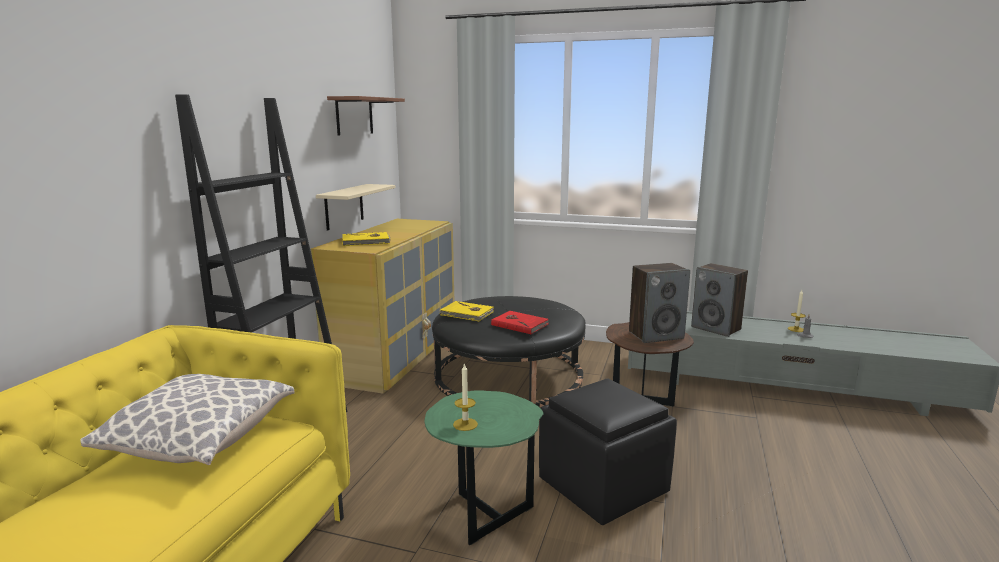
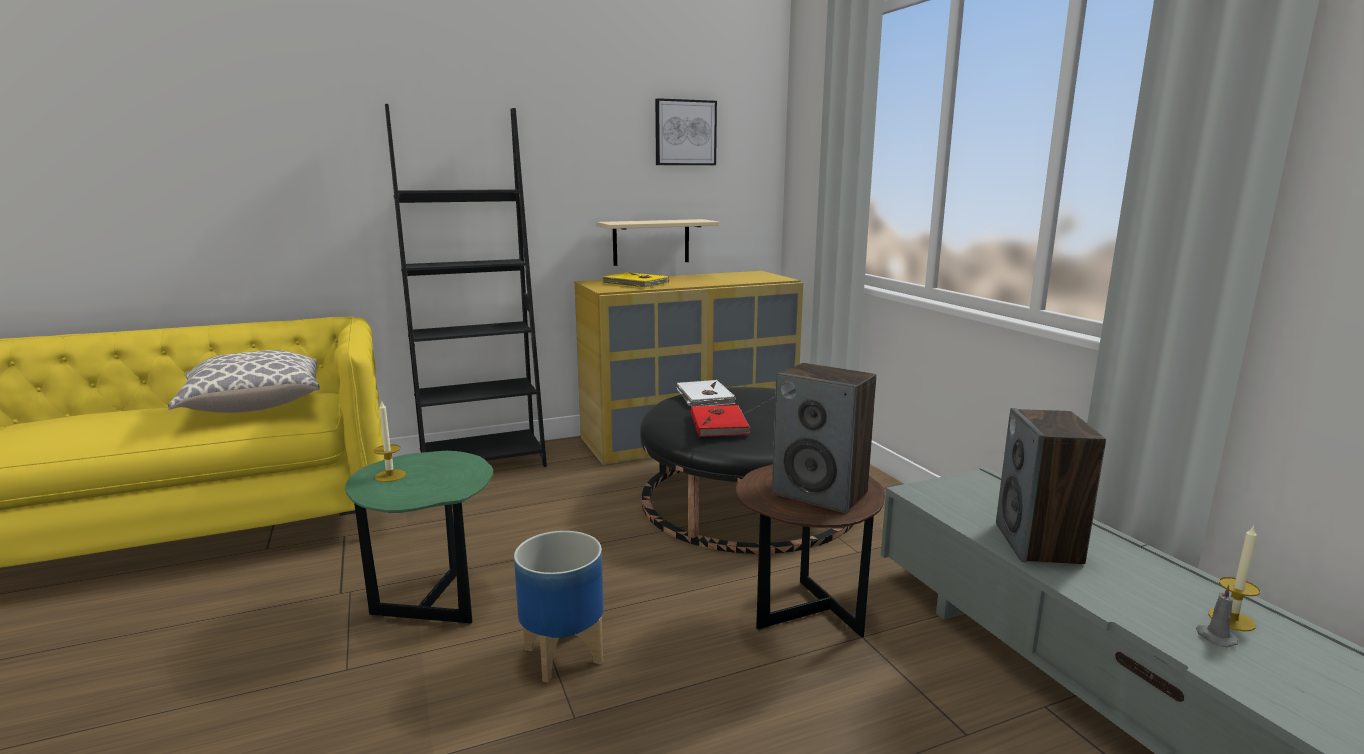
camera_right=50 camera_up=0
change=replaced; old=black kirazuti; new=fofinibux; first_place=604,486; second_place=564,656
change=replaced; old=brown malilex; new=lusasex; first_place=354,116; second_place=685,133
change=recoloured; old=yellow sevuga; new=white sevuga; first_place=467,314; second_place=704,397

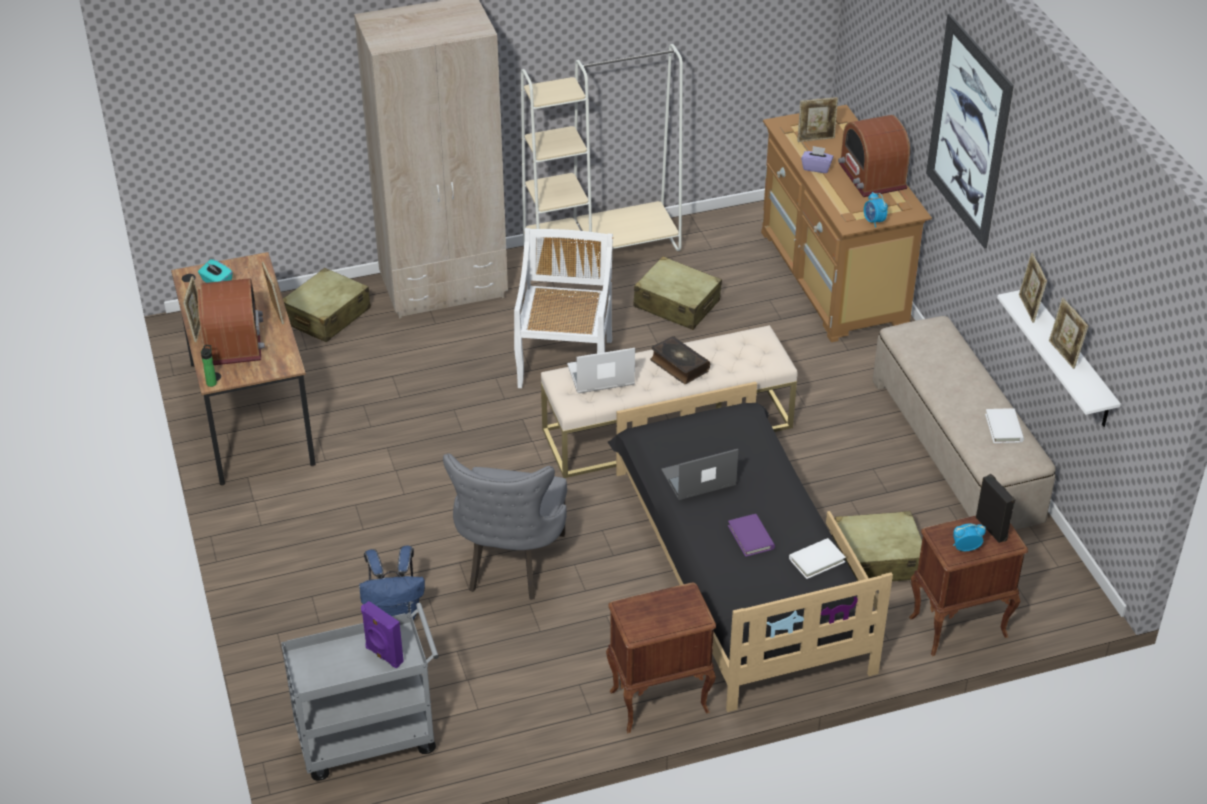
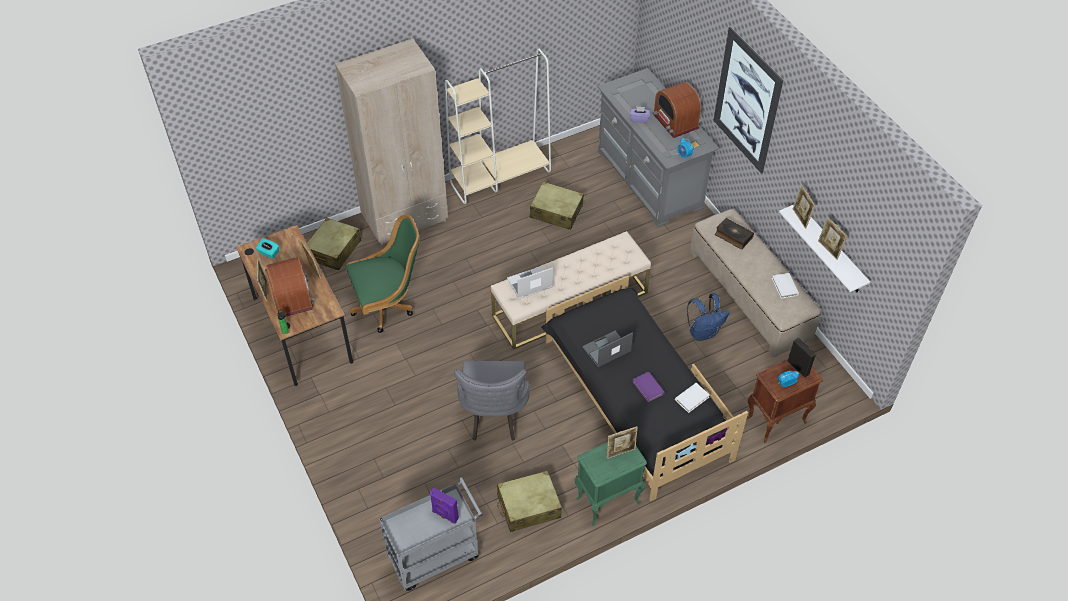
camera_right=-10 camera_up=10
change=added; new=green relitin; second_place=388,306
change=moved; old=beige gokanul; first_place=876,559; second_place=528,506
change=recoloured; old=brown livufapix; new=green livufapix; first_place=658,702; second_place=607,501
change=recoloured; old=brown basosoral; new=grey basosoral; first_place=833,278; second_place=649,180
change=moved; old=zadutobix; first_place=816,139; second_place=620,452
change=moved; old=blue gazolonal; first_place=395,615; second_place=703,332
change=moved; old=sevuga; first_place=679,366; second_place=733,236
change=removed; old=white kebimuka; first_place=565,362

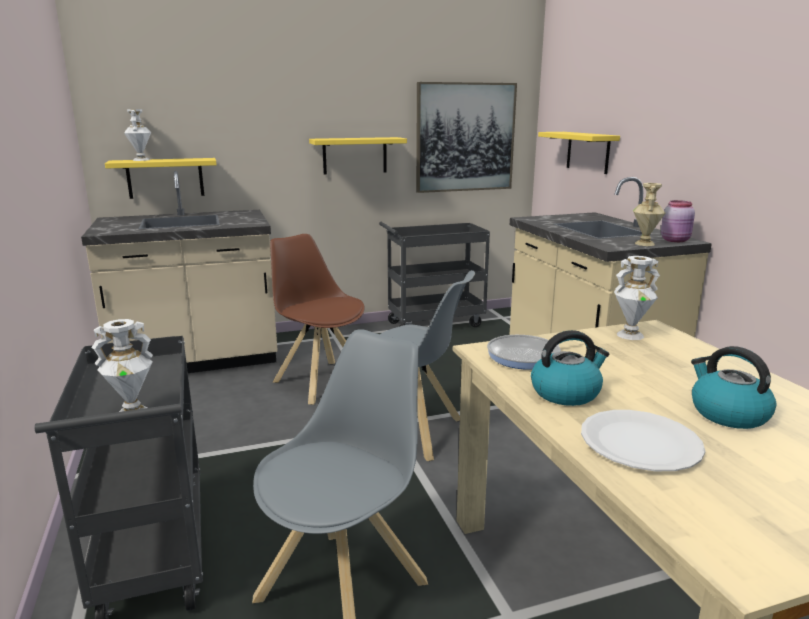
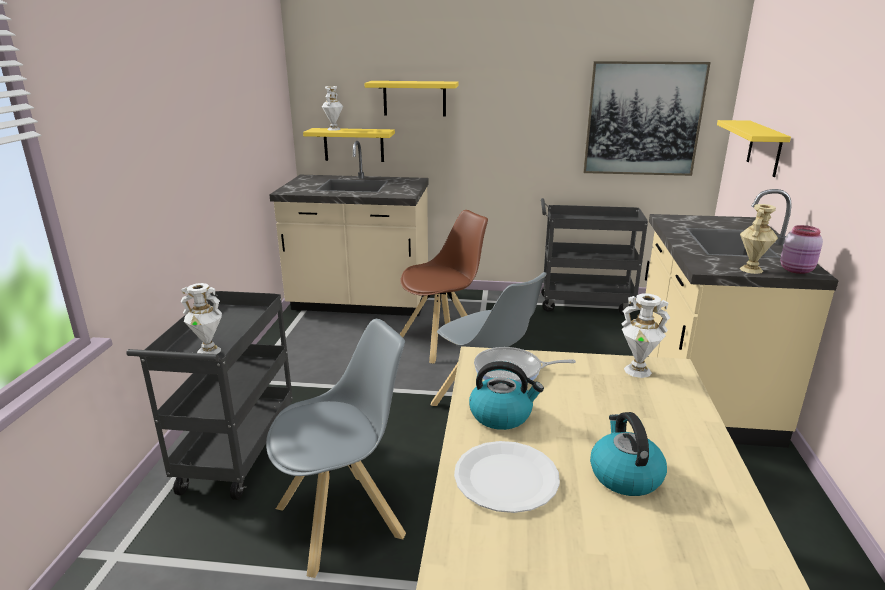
camera_right=25 camera_up=5
change=moved; old=yellow malilex; first_place=355,155; second_place=414,98
change=turned; old=brown kebimuka; first_place=321,380; second_place=443,341; degrees=75

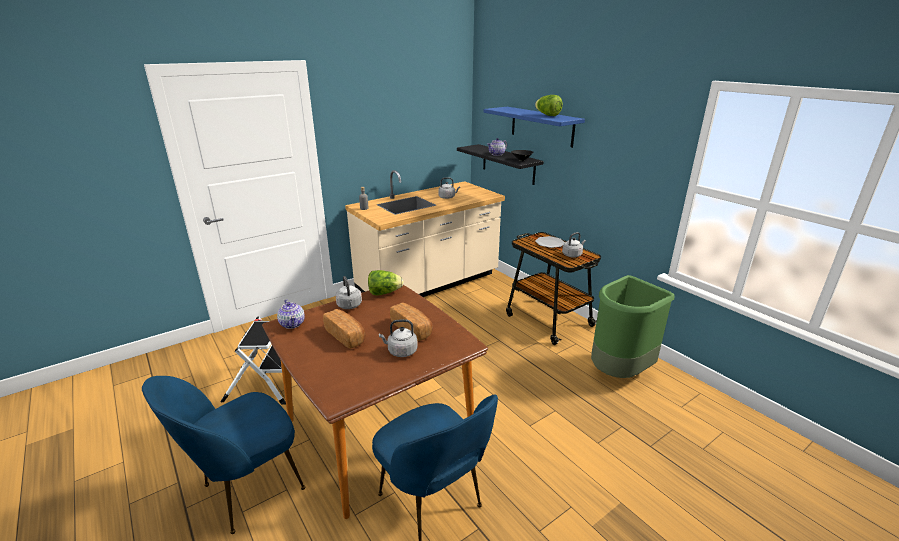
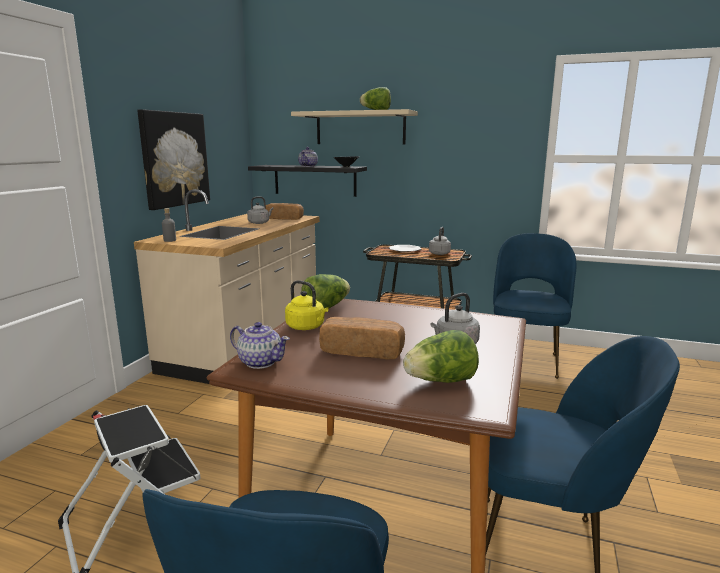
camera_right=-35 camera_up=-10
change=added; new=lusasex; second_place=174,159
change=moved; old=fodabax; first_place=412,329; second_place=284,218
change=recoloured; old=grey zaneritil; new=yellow zaneritil; first_place=349,306; second_place=307,327
change=recoloured; old=blue malilex; new=beige malilex; first_place=541,126; second_place=360,128
change=added; new=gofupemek; second_place=441,381
change=replaced; old=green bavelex; new=blue kebimuka; first_place=619,372; second_place=526,359

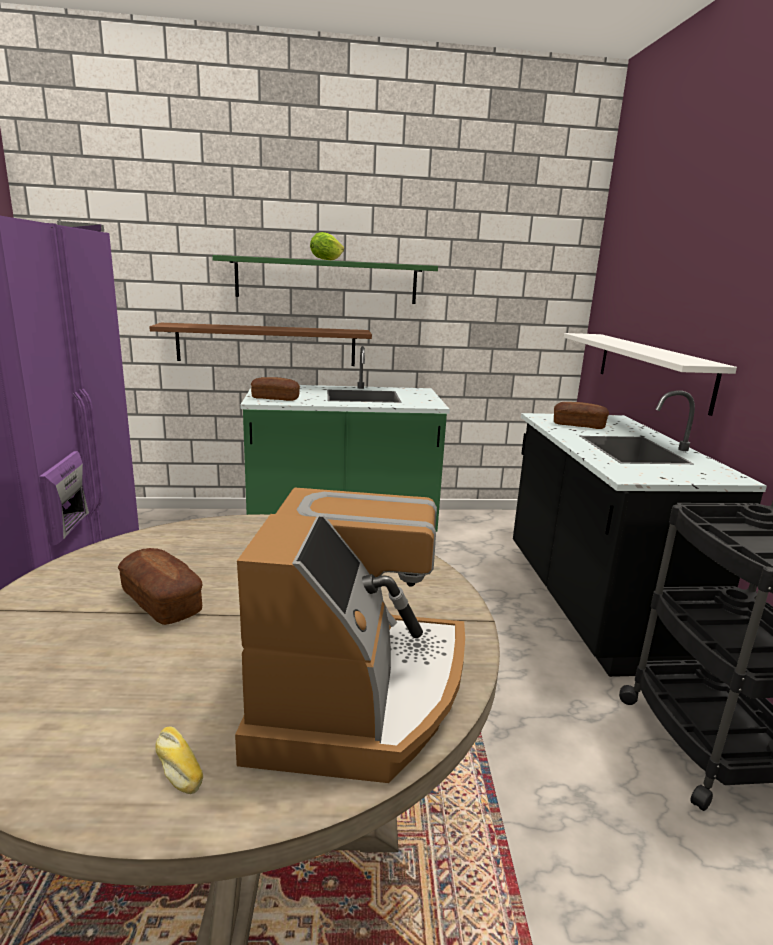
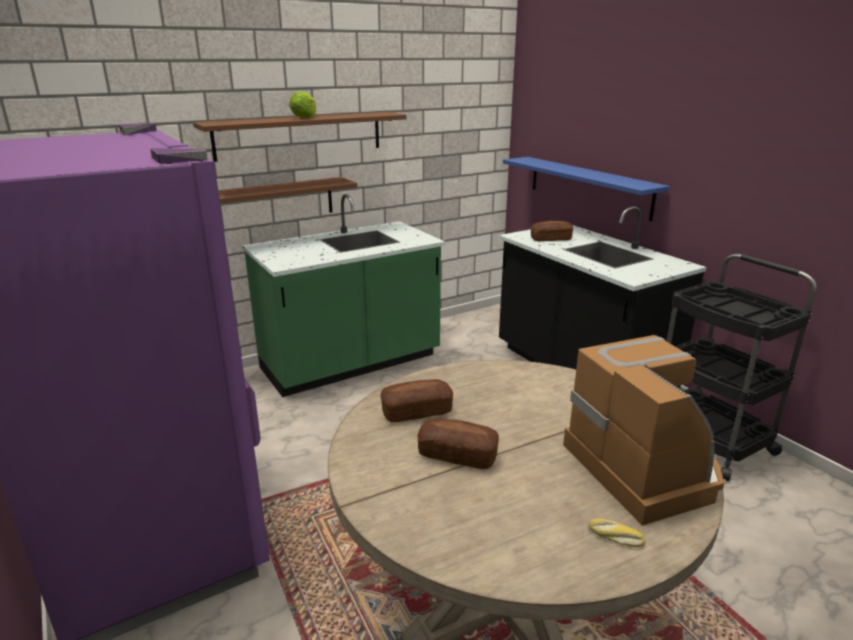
camera_right=-25 camera_up=5
change=recoloured; old=green malilex; new=brown malilex; first_place=327,280; second_place=300,135
change=moved; old=fodabax; first_place=275,398; second_place=416,412
change=recoloured; old=white malilex; new=blue malilex; first_place=651,369; second_place=588,186

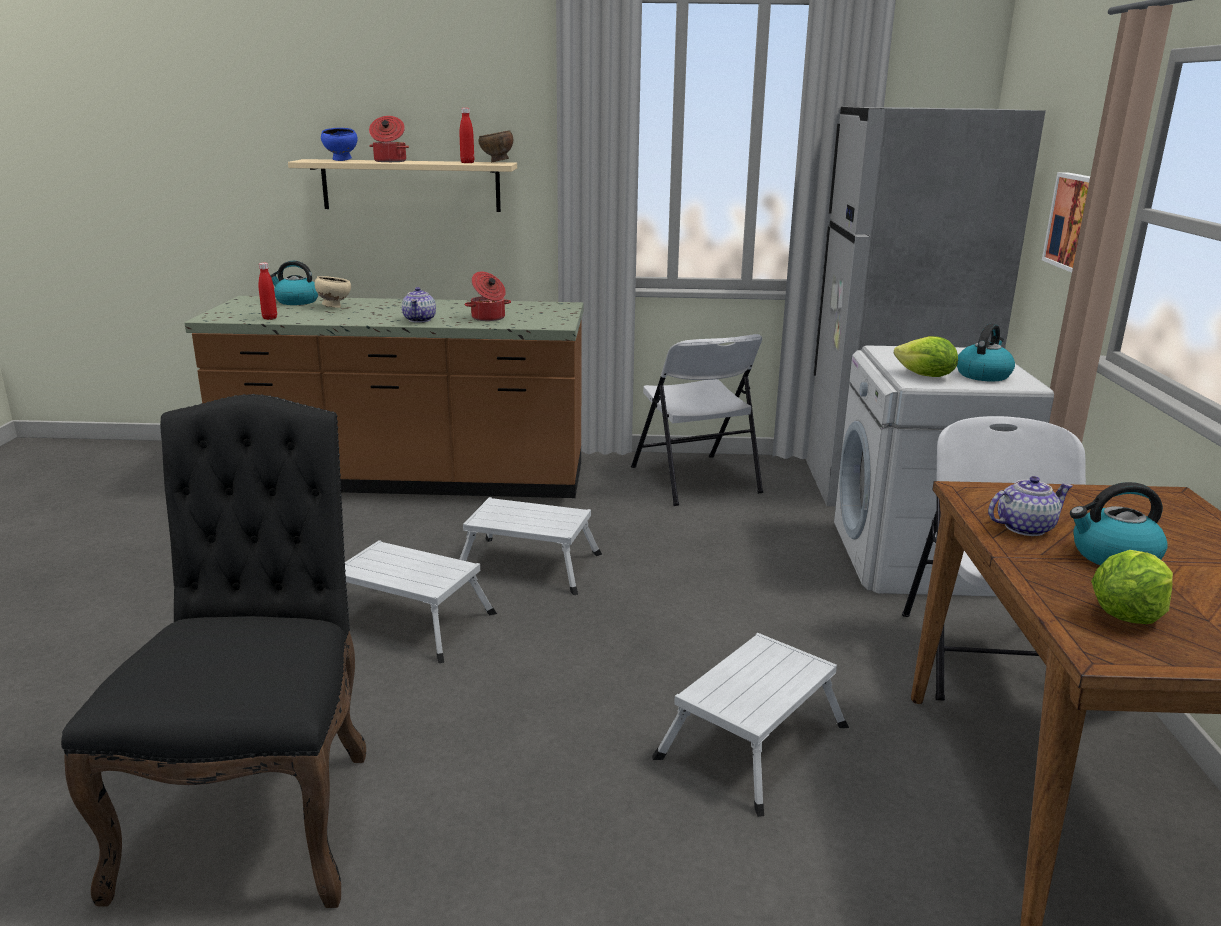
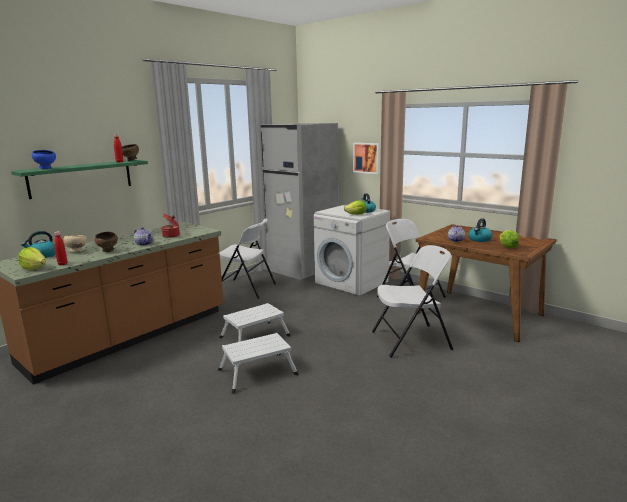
camera_right=-50 camera_up=-5
change=recoloured; old=beige malilex; new=green malilex; first_place=411,185; second_place=81,178
change=added; new=gofupemek; second_place=34,268
change=added; new=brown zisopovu; second_place=108,251
change=replaced; old=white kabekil; new=white kebimuka; first_place=752,742; second_place=411,340
change=removed; old=black kebimuka; first_place=260,818
change=removed; old=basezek; first_place=389,161

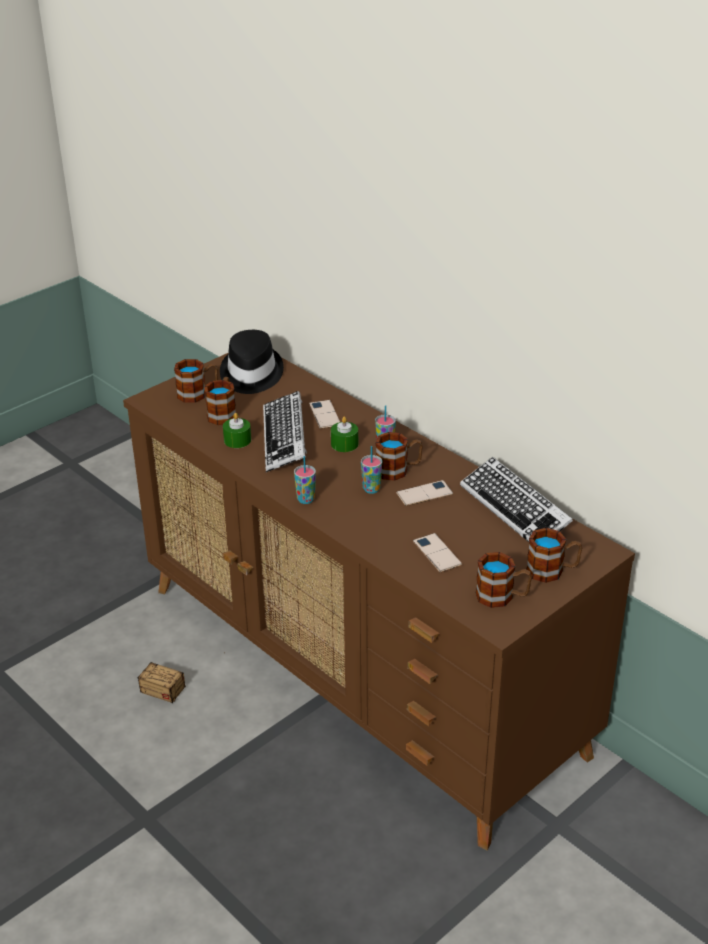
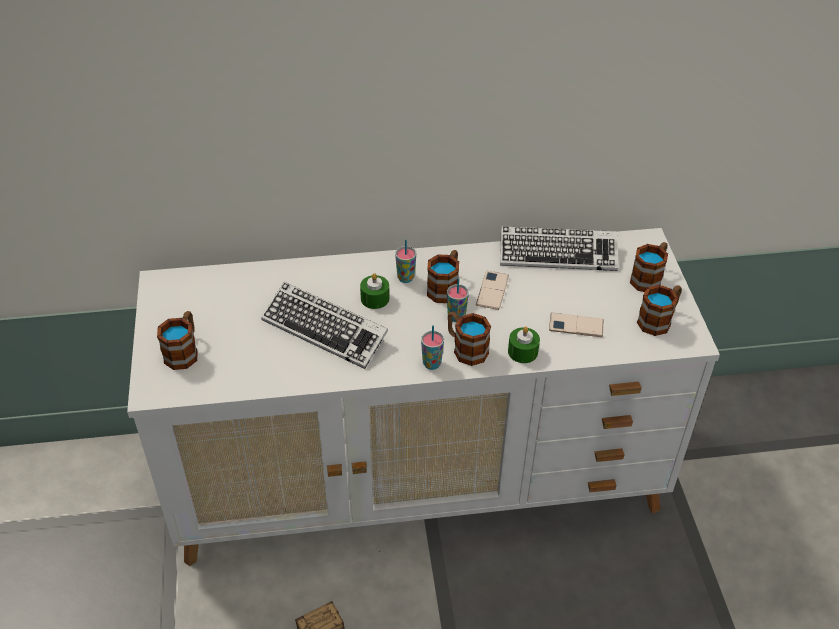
camera_right=-55 camera_up=10
change=recoloured; old=brown basosoral; new=white basosoral; first_place=358,667; second_place=417,475
change=moved; old=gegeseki; first_place=223,413; second_place=465,348
change=moved; old=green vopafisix; first_place=237,440; second_place=523,352
change=removed; old=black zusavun; first_place=250,374
change=removed; old=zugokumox; first_place=324,415

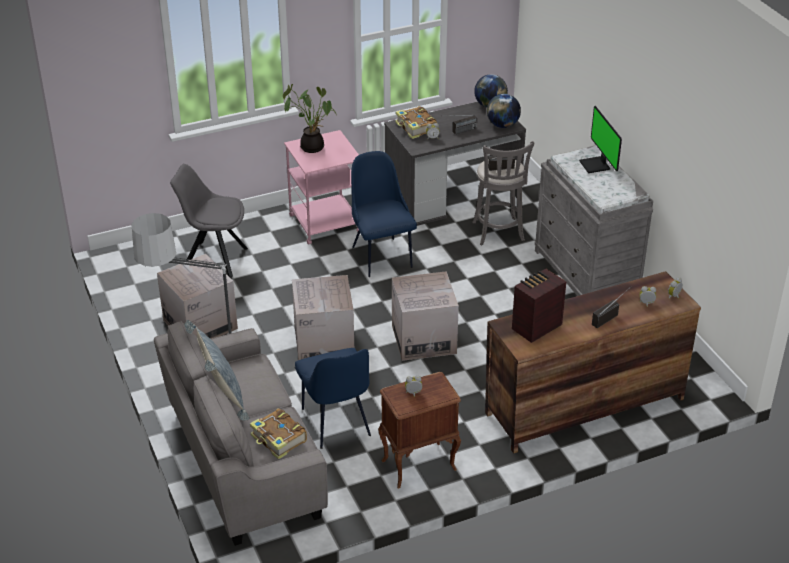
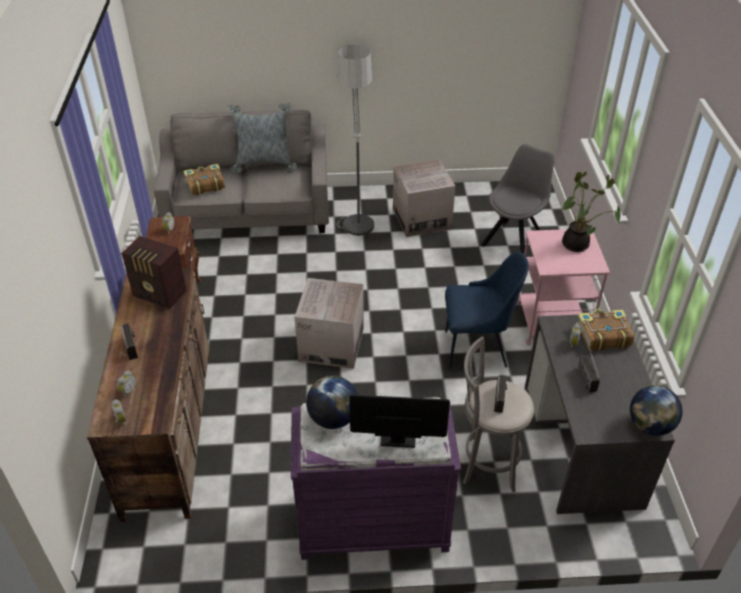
camera_right=110 camera_up=5
change=turned; old=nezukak; first_place=535,327; second_place=160,295; degrees=135
change=recoloured; old=grey basosoral; new=purple basosoral; first_place=586,274; second_place=372,522
change=moved; old=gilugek; first_place=502,125; second_place=333,418
change=removed; old=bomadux; first_place=324,342
change=removed; old=blue kebimuka; first_place=337,422

